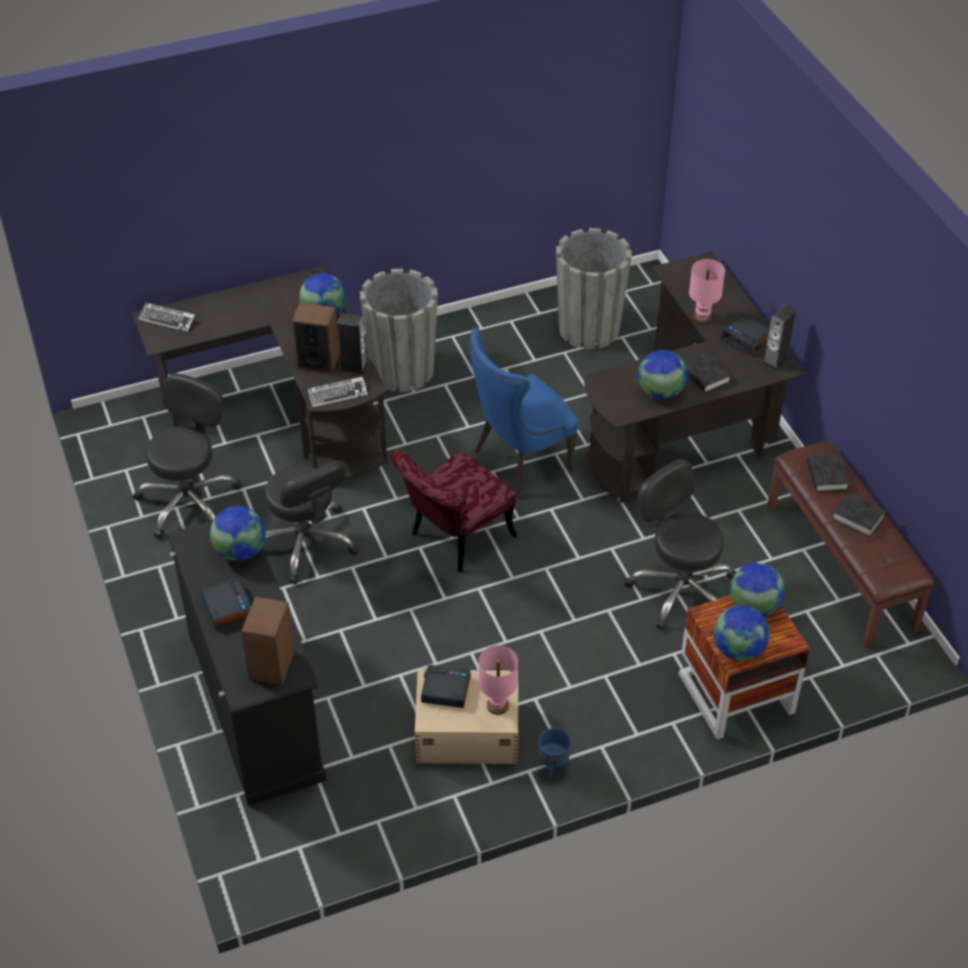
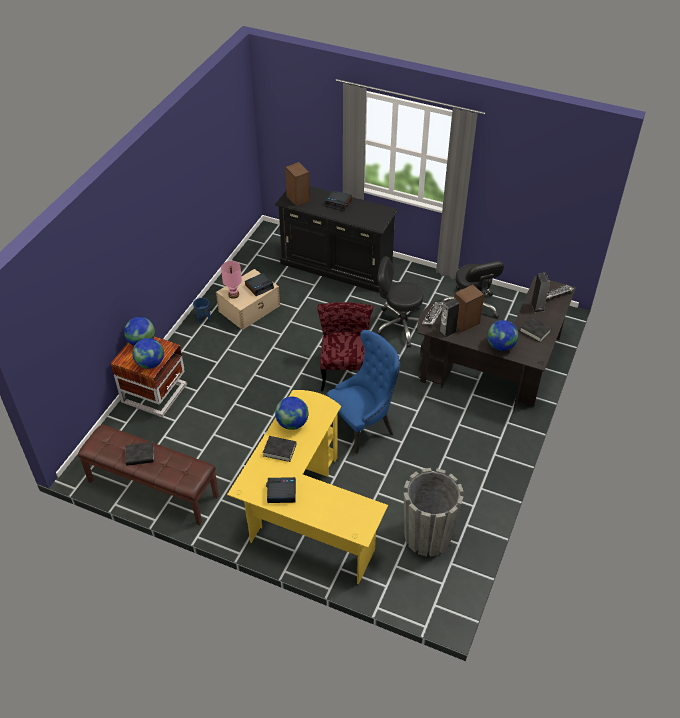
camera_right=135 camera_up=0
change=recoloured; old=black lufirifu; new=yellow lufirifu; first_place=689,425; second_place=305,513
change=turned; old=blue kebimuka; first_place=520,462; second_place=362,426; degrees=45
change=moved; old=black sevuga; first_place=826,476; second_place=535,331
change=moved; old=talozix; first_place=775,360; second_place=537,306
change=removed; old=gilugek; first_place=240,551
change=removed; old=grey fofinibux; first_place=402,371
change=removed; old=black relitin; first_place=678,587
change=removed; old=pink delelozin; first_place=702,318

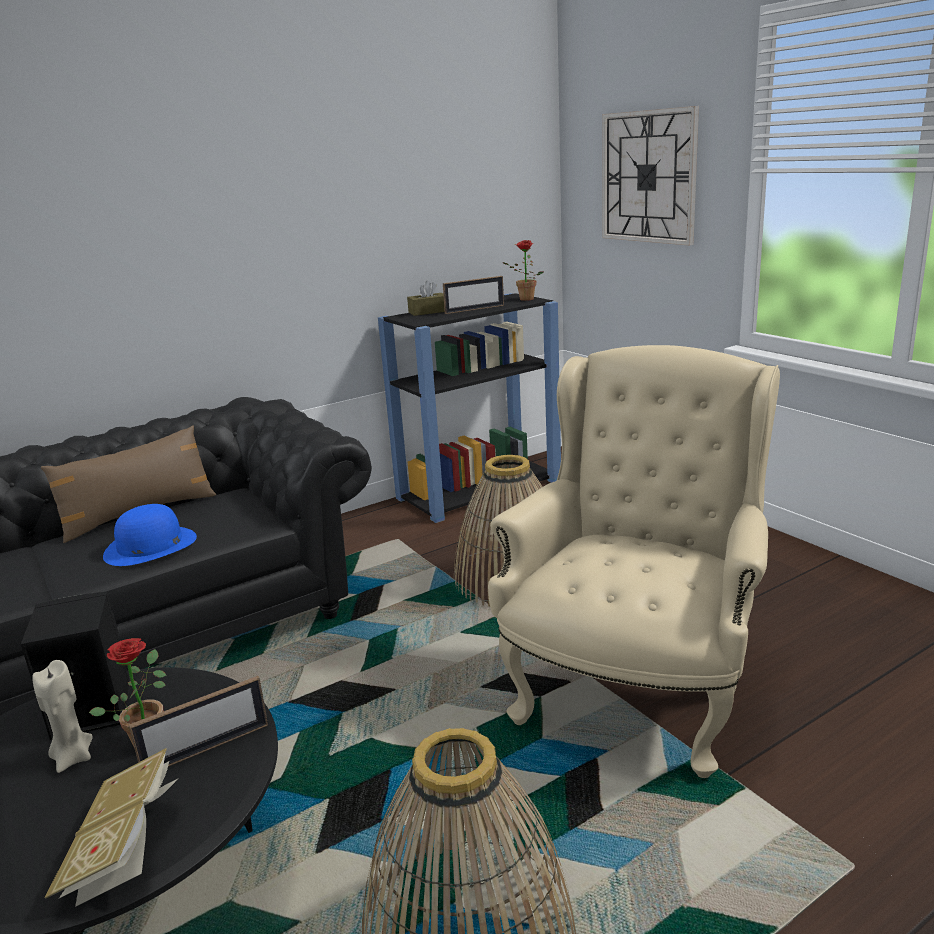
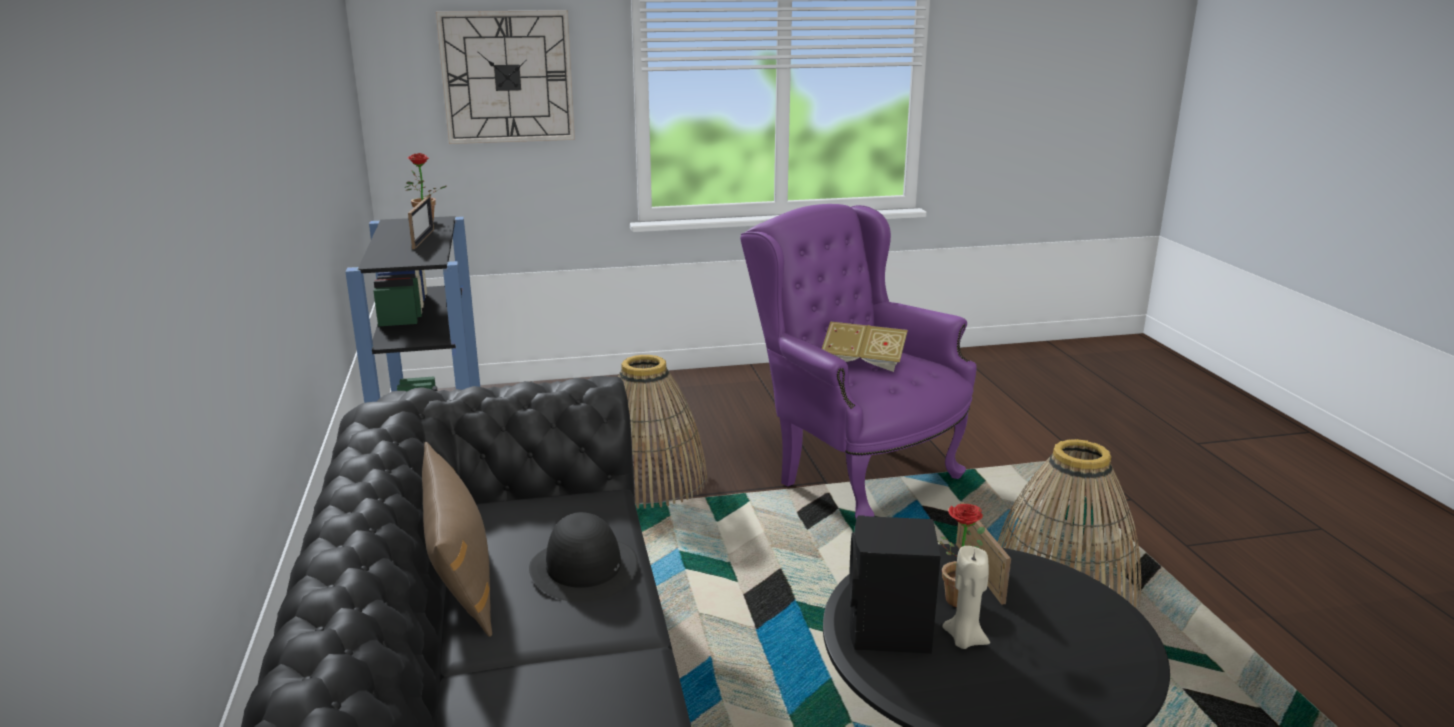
camera_right=-70 camera_up=0
change=recoloured; old=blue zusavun; new=black zusavun; first_place=150,546; second_place=584,569
change=recoloured; old=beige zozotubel; new=purple zozotubel; first_place=635,691; second_place=855,474
change=moved; old=sevuga; first_place=125,852; second_place=863,363
change=removed; old=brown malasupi; first_place=428,312

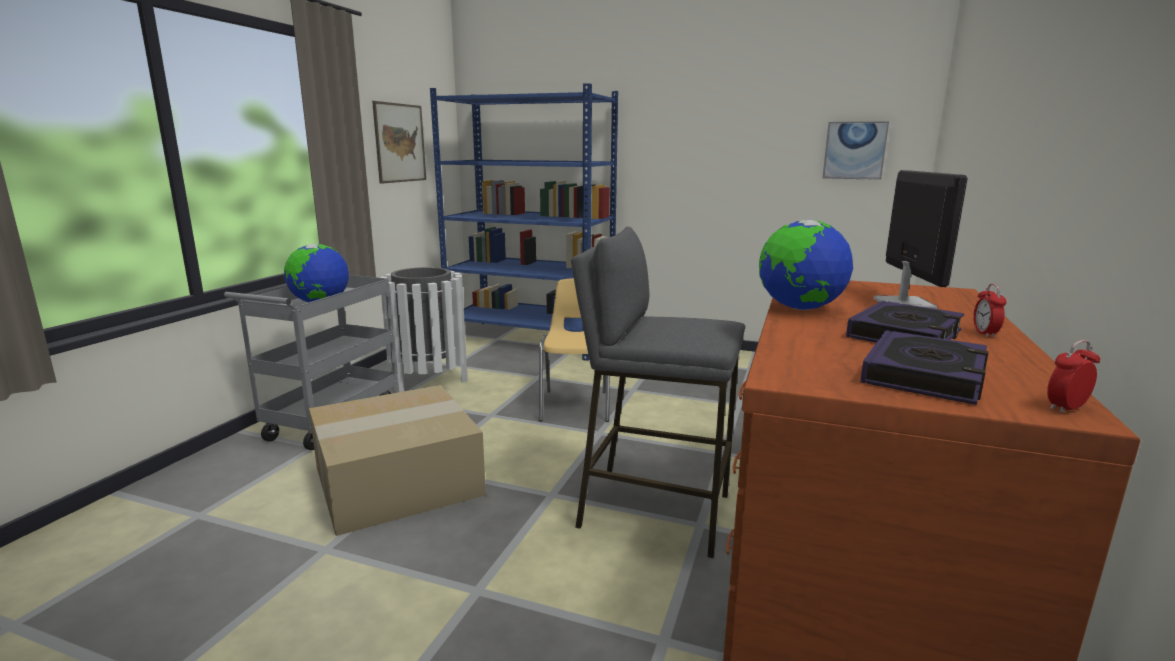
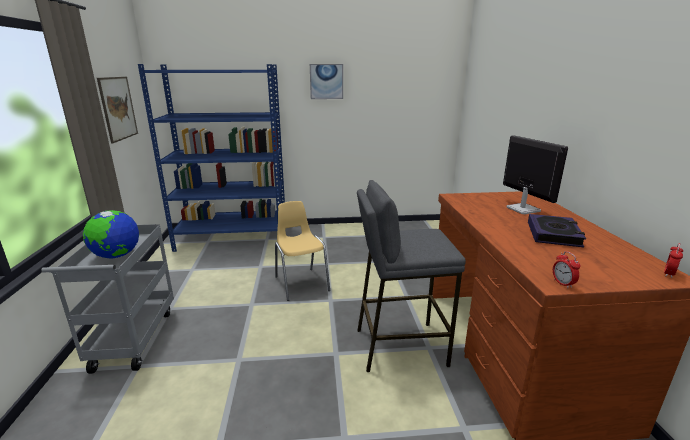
camera_right=-25 camera_up=5
change=moved; old=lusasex; first_place=854,150; second_place=326,81
change=moved; old=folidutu; first_place=984,334; second_place=562,283
change=removed; old=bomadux; first_place=399,479
change=removed; old=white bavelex; first_place=429,382
change=removed; old=gilugek; first_place=799,308
change=removed; old=sevuga; first_place=924,375

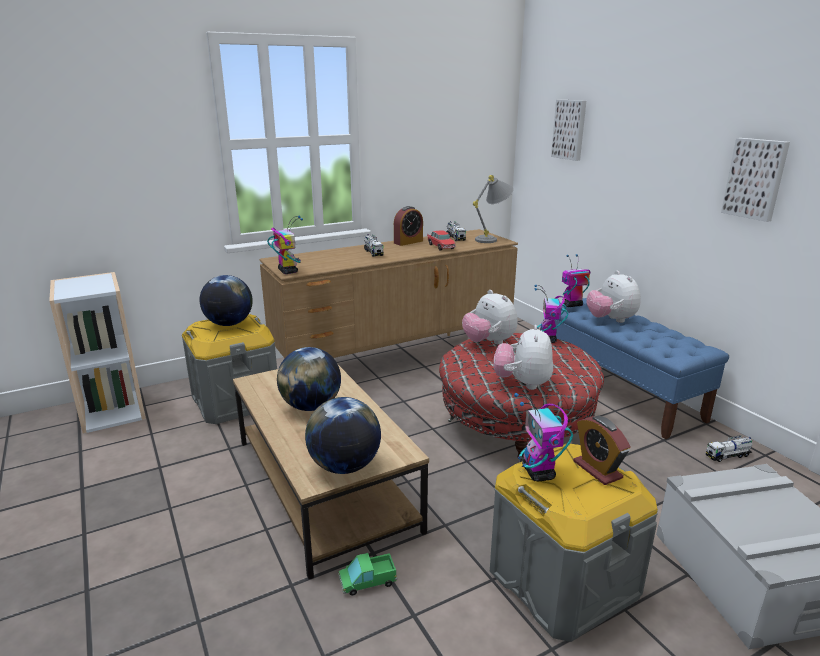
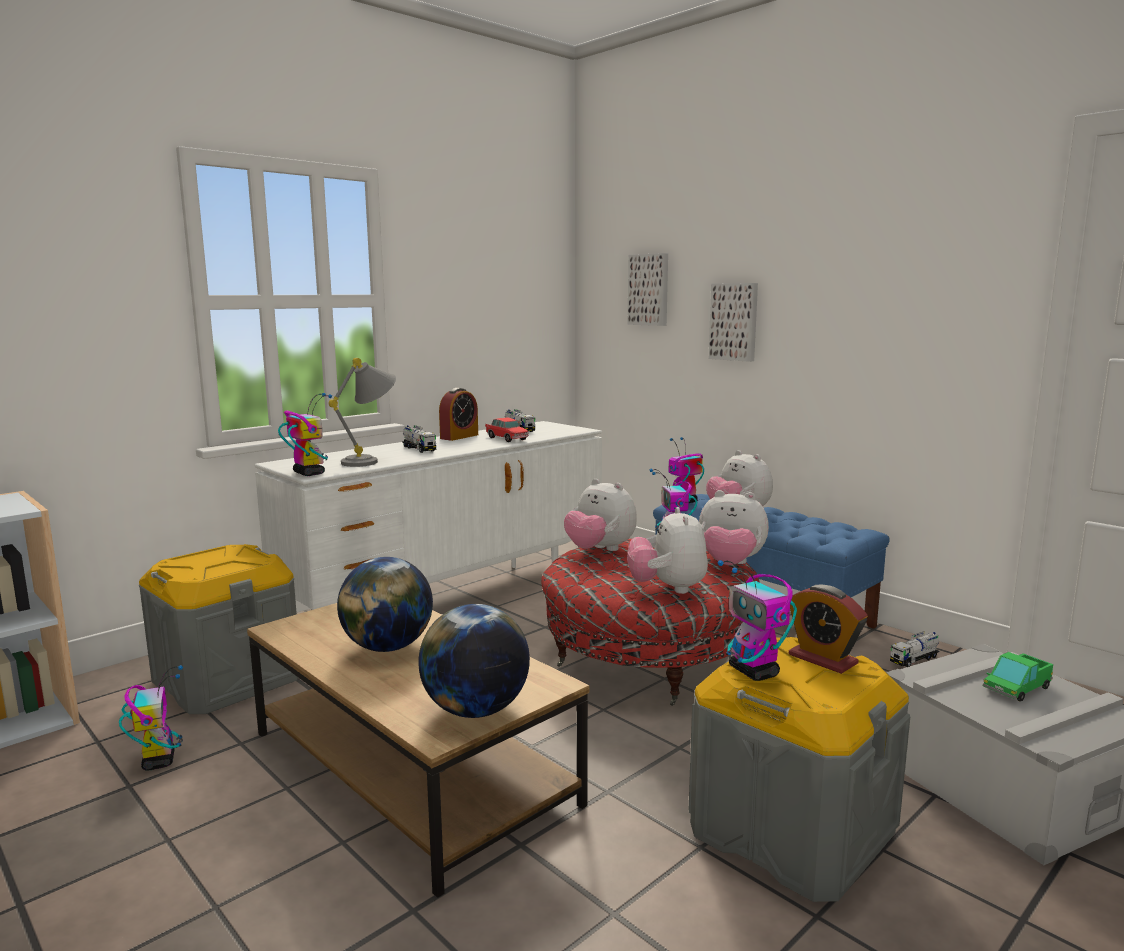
camera_right=-15 camera_up=-10
change=added; new=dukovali; second_place=158,760
change=recoloured; old=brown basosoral; new=white basosoral; first_place=396,359; second_place=453,601
change=moved; old=grey delelozin; first_place=492,239; second_place=371,461
change=added; new=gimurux; second_place=730,564
change=moved; old=lusasex; first_place=756,178; second_place=734,321
change=moved; old=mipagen; first_place=367,581; second_place=1017,688
change=removed; old=gilugek; first_place=229,324

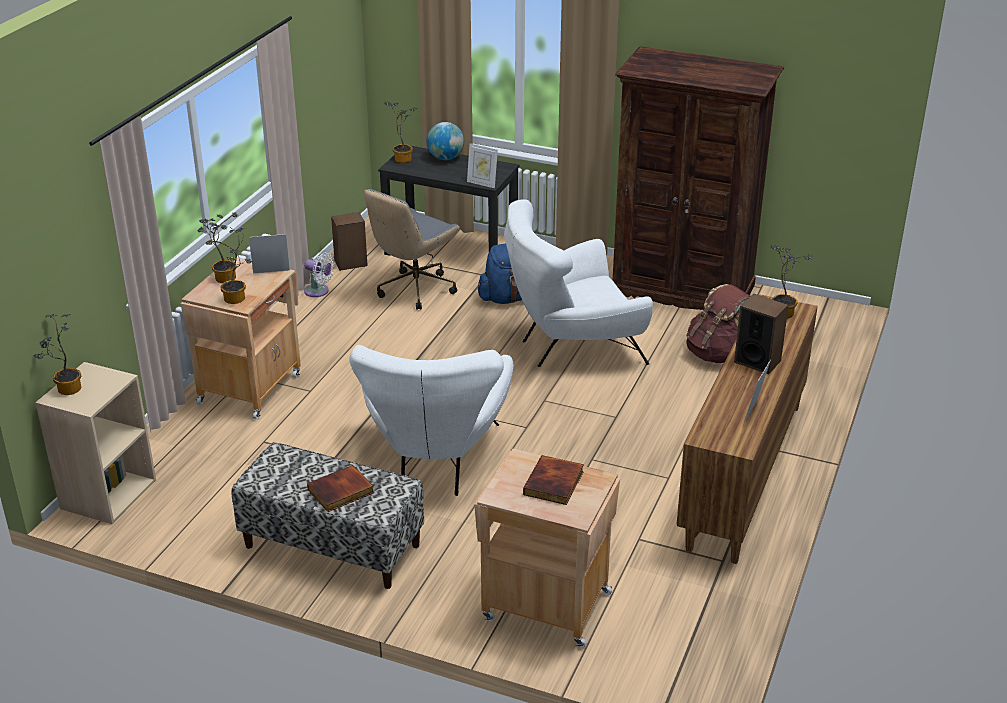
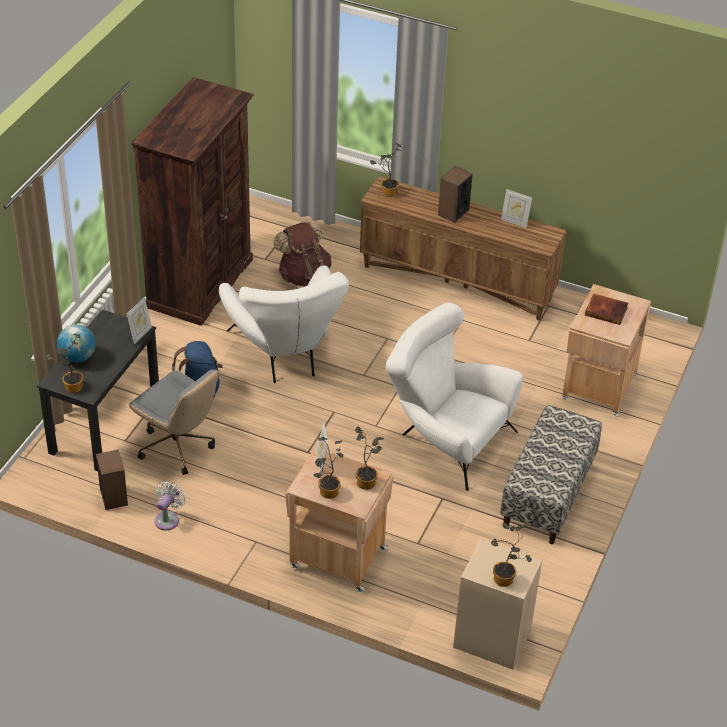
camera_right=-90 camera_up=10
change=turned; old=white zozotubel; first_place=435,463; second_place=446,439; degrees=-150
change=removed; old=sevuga; first_place=341,492

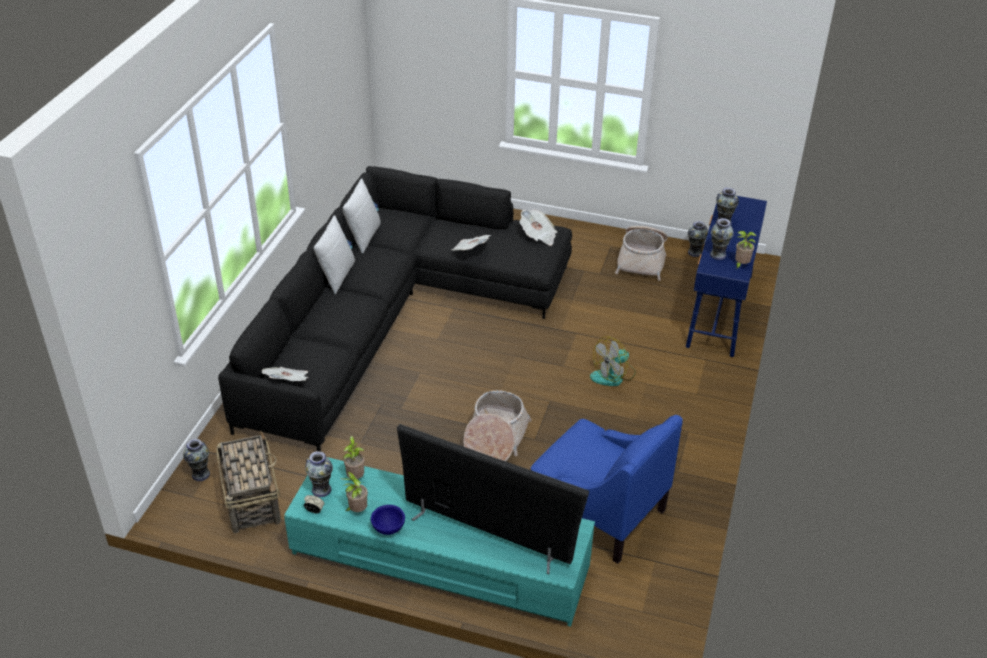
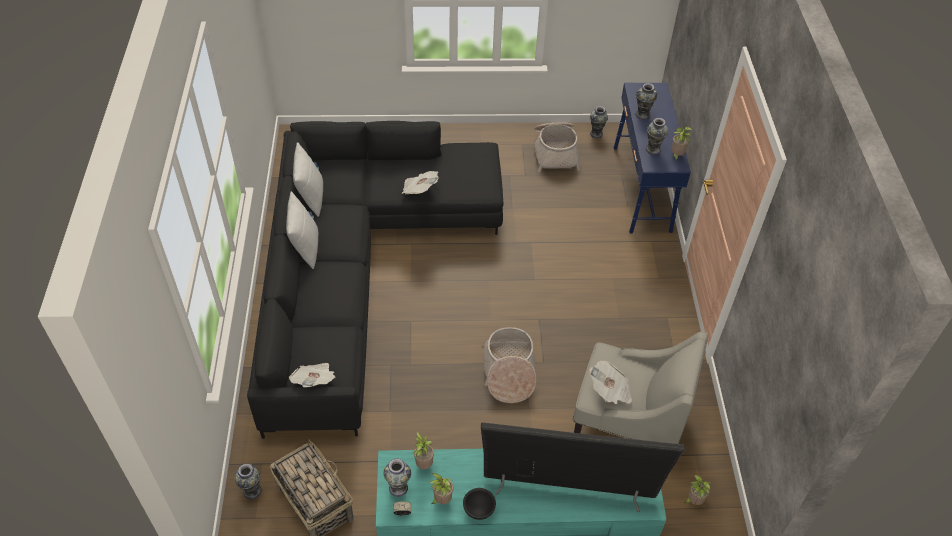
camera_right=-20 camera_up=10
change=recoloured; old=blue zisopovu; new=black zisopovu; first_place=388,528; second_place=478,509
change=recoloured; old=blue zozotubel; new=grey zozotubel; first_place=597,512; second_place=627,420
change=moved; old=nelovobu; first_place=538,236; second_place=610,390
change=added; new=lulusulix; second_place=693,500
change=removed; old=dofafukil; first_place=613,375

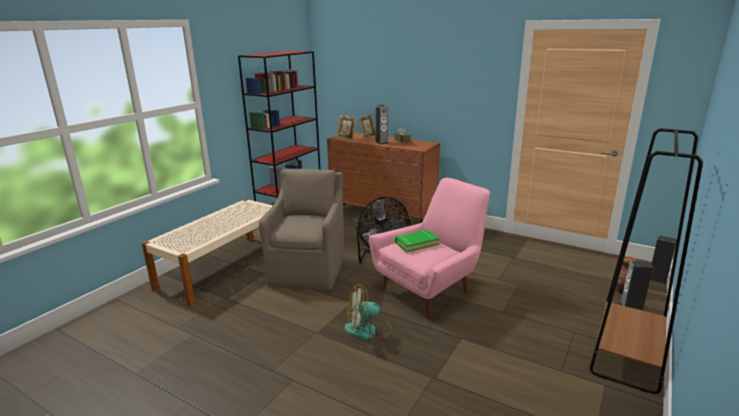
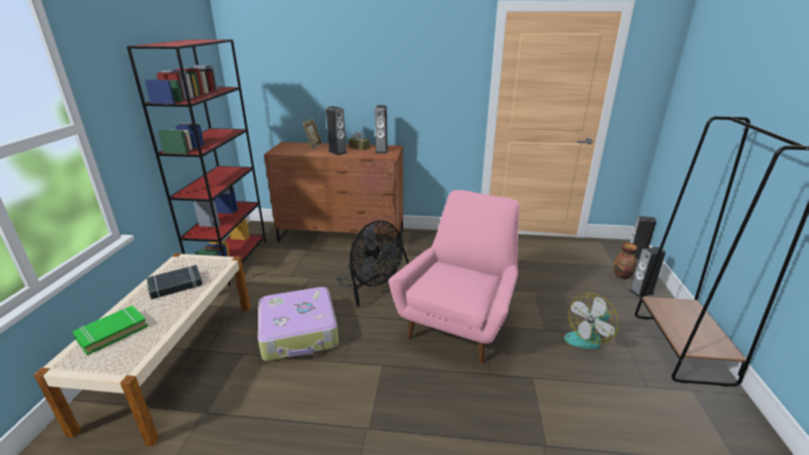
camera_right=-25 camera_up=5
change=moved; old=green sevuga; first_place=416,243; second_place=112,332
change=added; new=black sevuga; second_place=175,285
change=replaced; old=brown zozotubel; new=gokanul; first_place=308,270; second_place=299,333
change=added; new=talozix; second_place=381,150
change=moved; old=dofafukil; first_place=368,330; second_place=588,337
change=removed; old=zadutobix; first_place=346,138

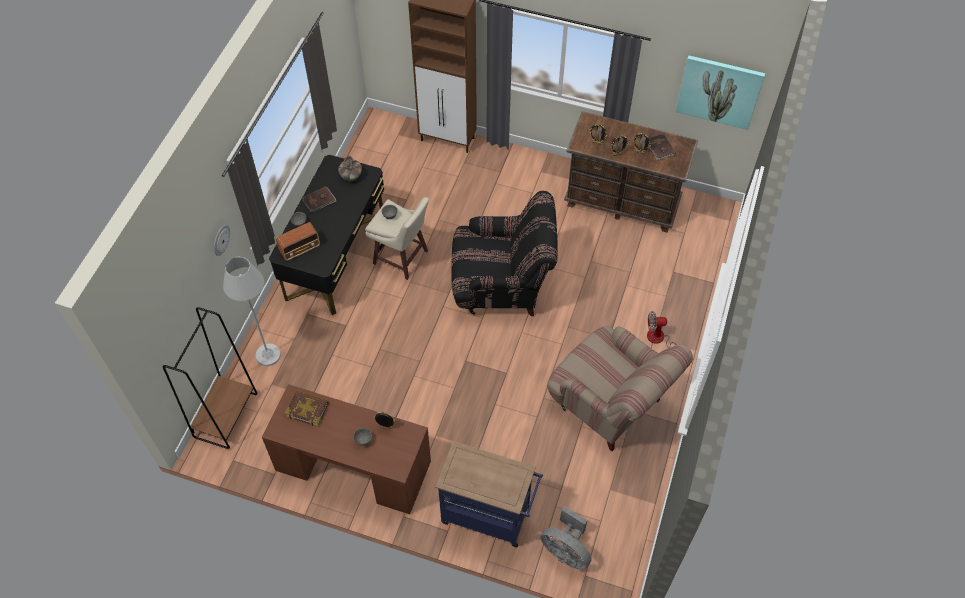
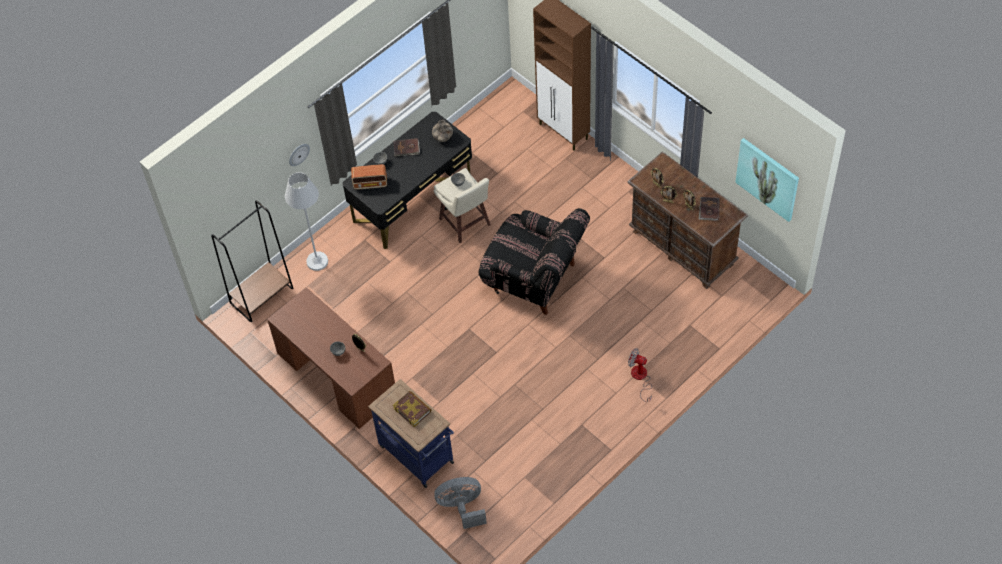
camera_right=30 camera_up=0
change=moved; old=sevuga; first_place=307,409; second_place=412,410
change=turned; old=grey dofafukil; first_place=566,550; second_place=462,507; degrees=105
change=removed; old=beige zozotubel; first_place=610,405

